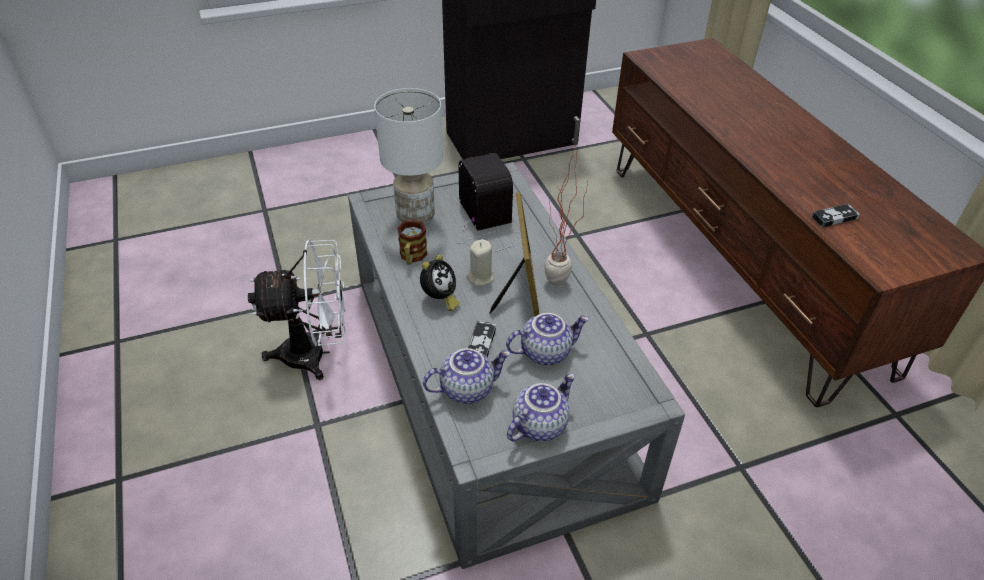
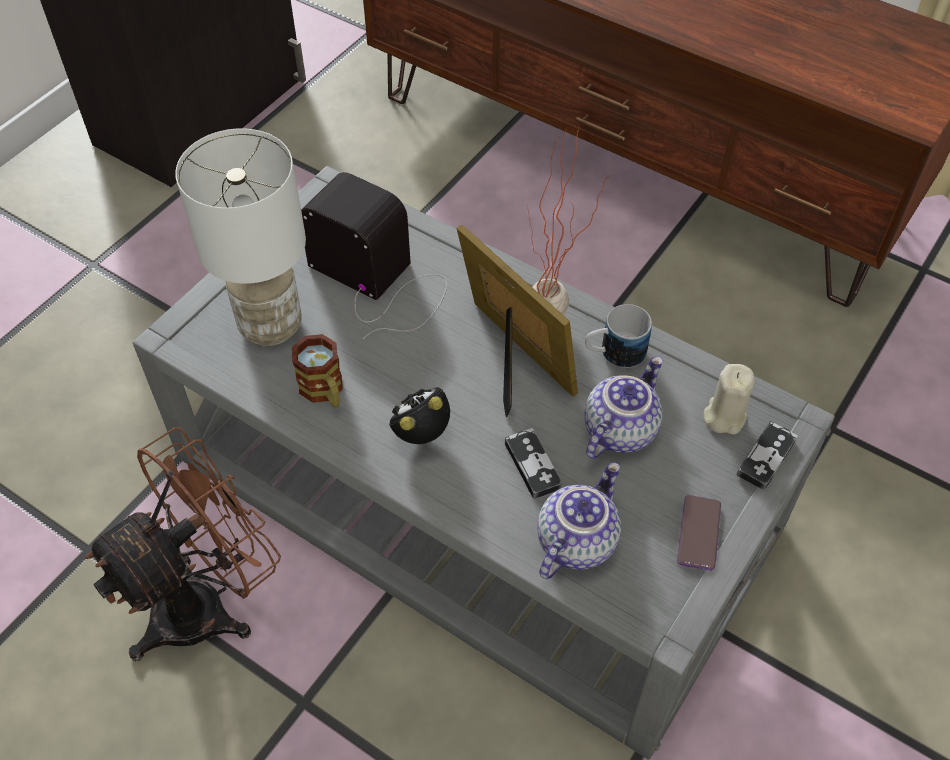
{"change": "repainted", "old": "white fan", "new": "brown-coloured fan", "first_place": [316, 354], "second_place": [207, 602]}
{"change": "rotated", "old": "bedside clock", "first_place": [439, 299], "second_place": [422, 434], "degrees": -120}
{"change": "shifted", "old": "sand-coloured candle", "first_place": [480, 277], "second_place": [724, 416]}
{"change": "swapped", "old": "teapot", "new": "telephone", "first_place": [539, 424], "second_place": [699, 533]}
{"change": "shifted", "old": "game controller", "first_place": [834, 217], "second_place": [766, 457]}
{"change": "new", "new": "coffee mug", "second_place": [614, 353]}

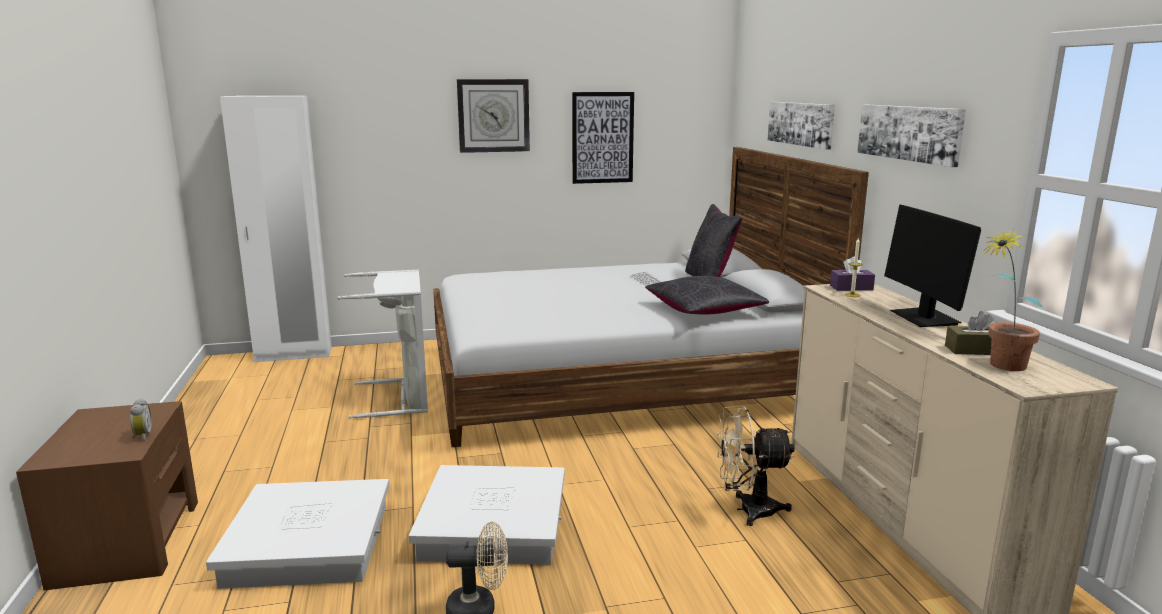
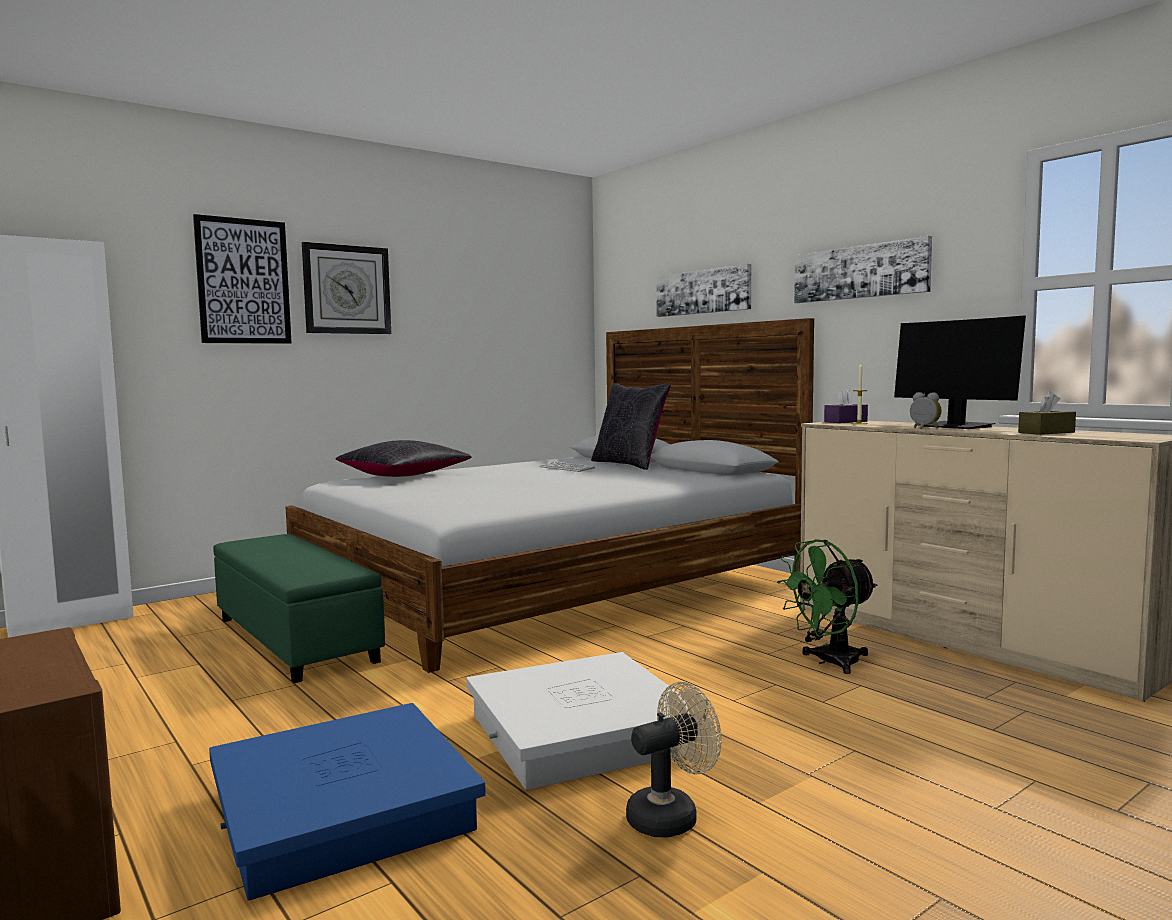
{"change": "shifted", "old": "bedside clock", "first_place": [141, 436], "second_place": [924, 428]}
{"change": "repainted", "old": "white storage box", "new": "blue-coloured storage box", "first_place": [309, 543], "second_place": [342, 809]}
{"change": "swapped", "old": "gray hamper", "new": "green-coloured footrest", "first_place": [402, 397], "second_place": [296, 639]}
{"change": "shifted", "old": "wall picture", "first_place": [602, 138], "second_place": [243, 281]}
{"change": "shifted", "old": "black throw pillow", "first_place": [704, 310], "second_place": [404, 475]}
{"change": "repainted", "old": "sand-coloured fan", "new": "green-coloured fan", "first_place": [748, 510], "second_place": [829, 662]}
{"change": "gone", "old": "houseplant", "first_place": [999, 366]}

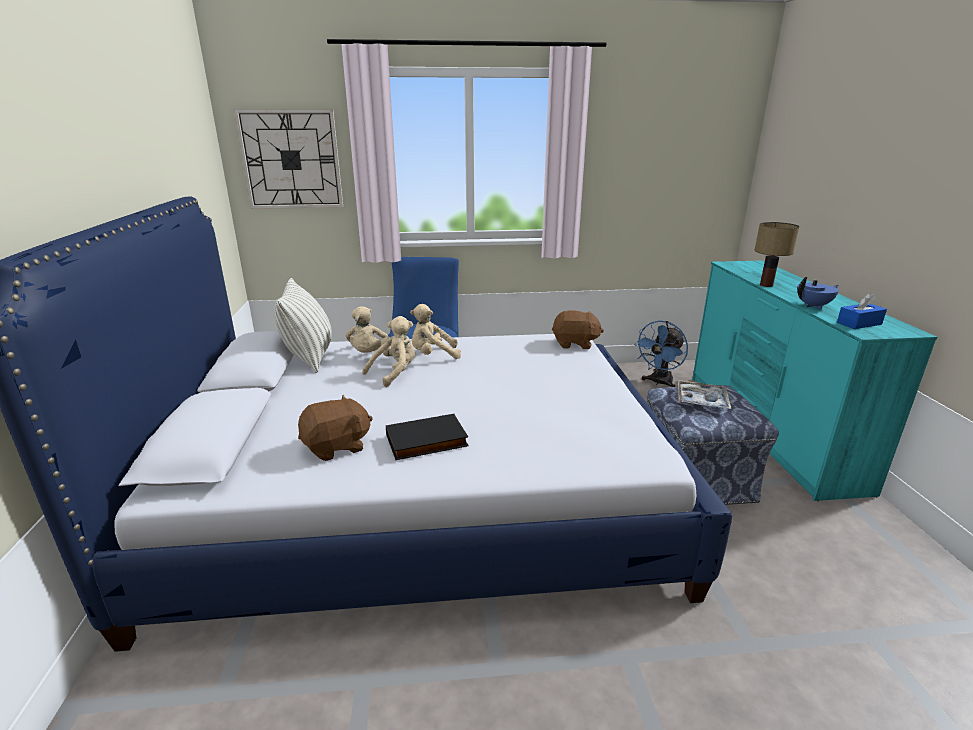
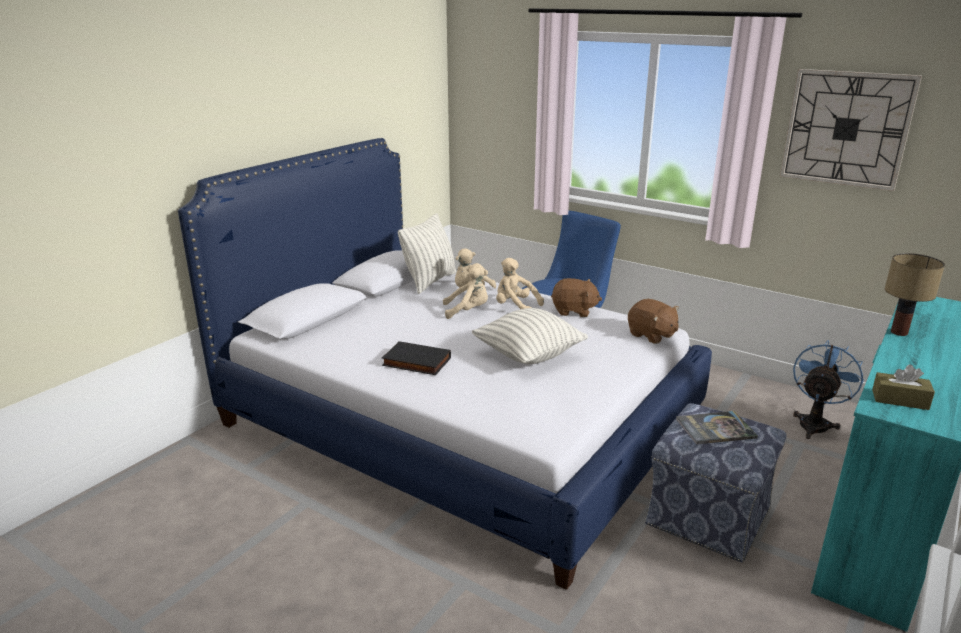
{"change": "shifted", "old": "clock on the wall", "first_place": [291, 160], "second_place": [846, 129]}
{"change": "shifted", "old": "brown-coloured plush toy", "first_place": [337, 447], "second_place": [574, 311]}
{"change": "rotated", "old": "blue-coloured fan", "first_place": [659, 383], "second_place": [815, 423], "degrees": 135}
{"change": "swapped", "old": "tray", "new": "bound book", "first_place": [701, 400], "second_place": [715, 428]}
{"change": "gone", "old": "blue-coloured teapot", "first_place": [814, 306]}
{"change": "repainted", "old": "blue-coloured tissue holder", "new": "brown-coloured tissue holder", "first_place": [859, 323], "second_place": [900, 400]}
{"change": "new", "new": "throw pillow", "second_place": [528, 355]}

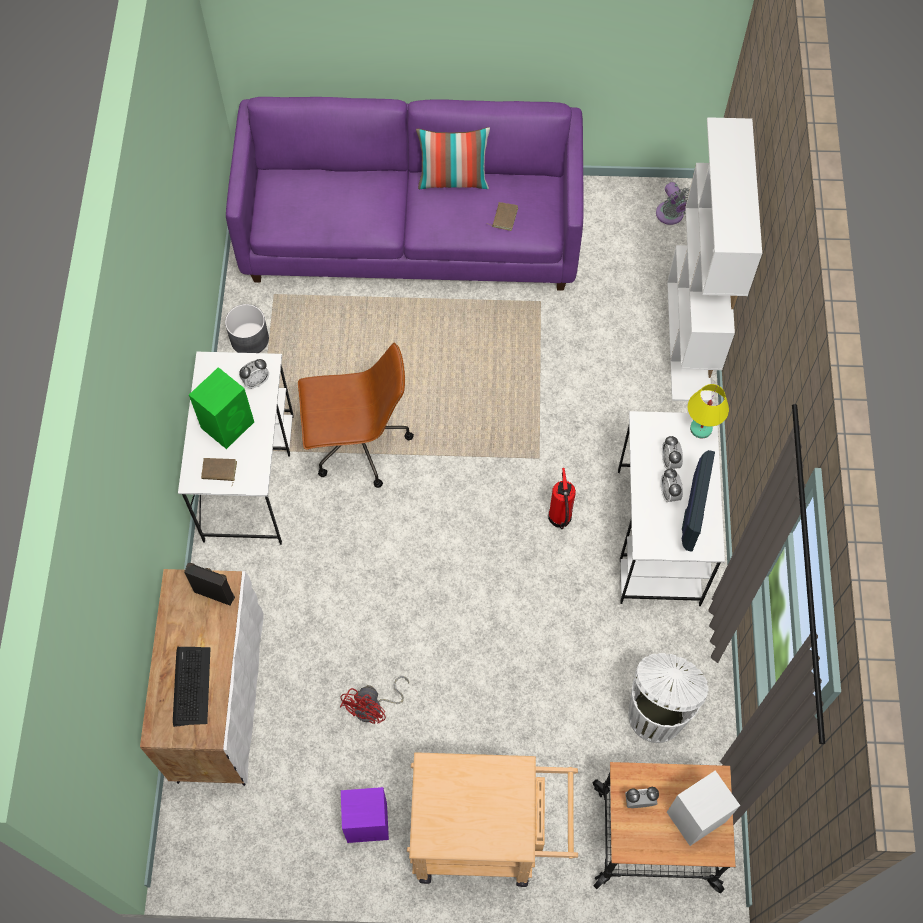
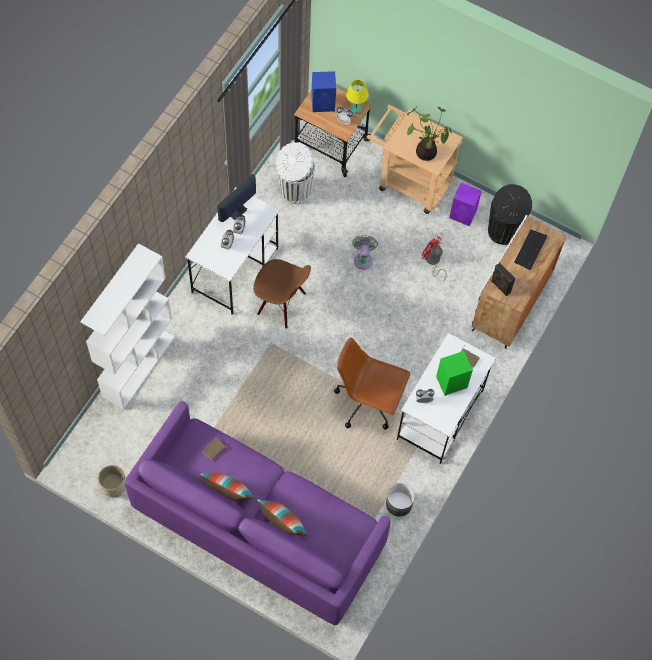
{"change": "rotated", "old": "red-coloured fan", "first_place": [374, 708], "second_place": [432, 262], "degrees": -105}
{"change": "swapped", "old": "fire-fighting cylinder", "new": "brown-coloured upright chair", "first_place": [559, 519], "second_place": [281, 304]}
{"change": "shifted", "old": "gray fan", "first_place": [671, 216], "second_place": [363, 259]}
{"change": "repainted", "old": "white audio speaker", "new": "blue-coloured audio speaker", "first_place": [695, 817], "second_place": [323, 103]}
{"change": "shifted", "old": "yellow-coloured table lamp", "first_place": [700, 428], "second_place": [356, 109]}
{"change": "new", "new": "sand-coloured planter", "second_place": [113, 486]}
{"change": "new", "new": "throw pillow", "second_place": [282, 525]}
{"change": "new", "new": "houseplant", "second_place": [426, 151]}
{"change": "new", "new": "black trash can", "second_place": [503, 232]}

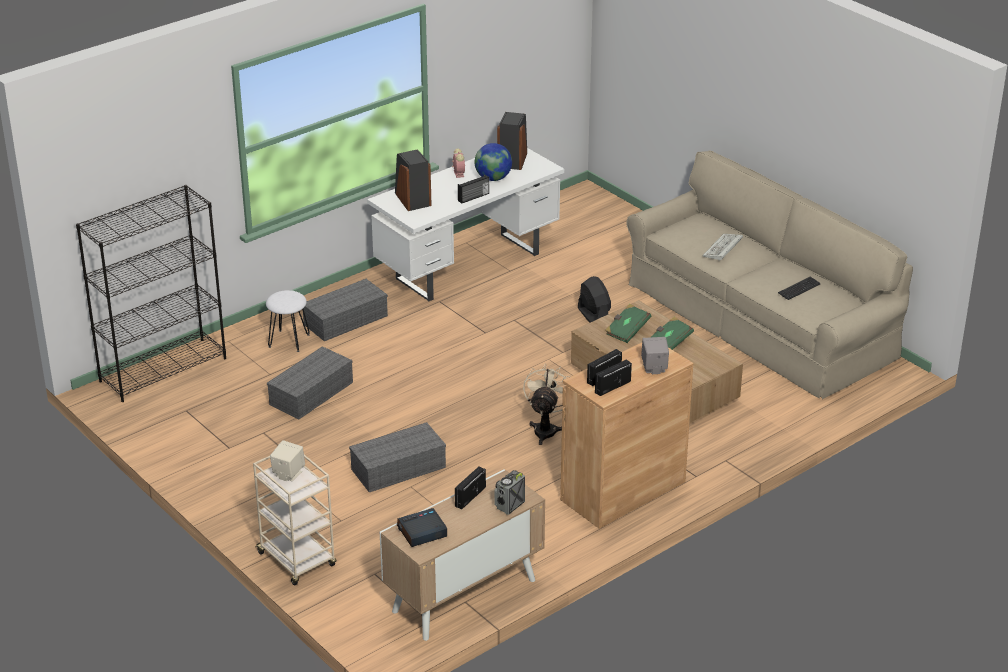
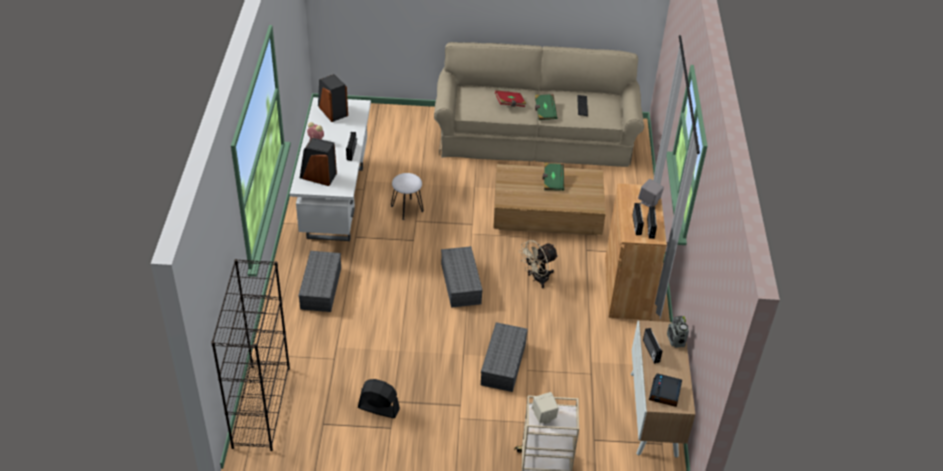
{"change": "shifted", "old": "white stool", "first_place": [288, 341], "second_place": [407, 209]}
{"change": "shifted", "old": "gray storage box", "first_place": [311, 394], "second_place": [461, 284]}
{"change": "gone", "old": "globe", "first_place": [493, 178]}
{"change": "rotated", "old": "sand-coloured fan", "first_place": [546, 429], "second_place": [537, 279], "degrees": -90}
{"change": "shifted", "old": "black fan", "first_place": [593, 317], "second_place": [378, 408]}
{"change": "shifted", "old": "green-coloured bound book", "first_place": [627, 331], "second_place": [544, 112]}
{"change": "swapped", "old": "keyboard", "new": "red-coloured bound book", "first_place": [722, 249], "second_place": [510, 104]}

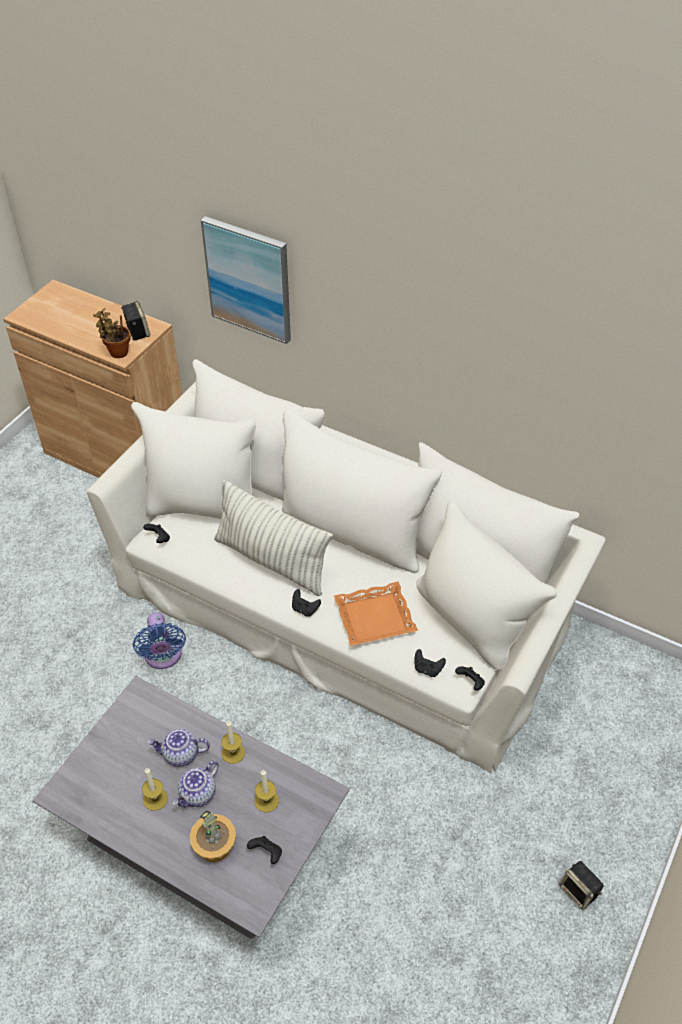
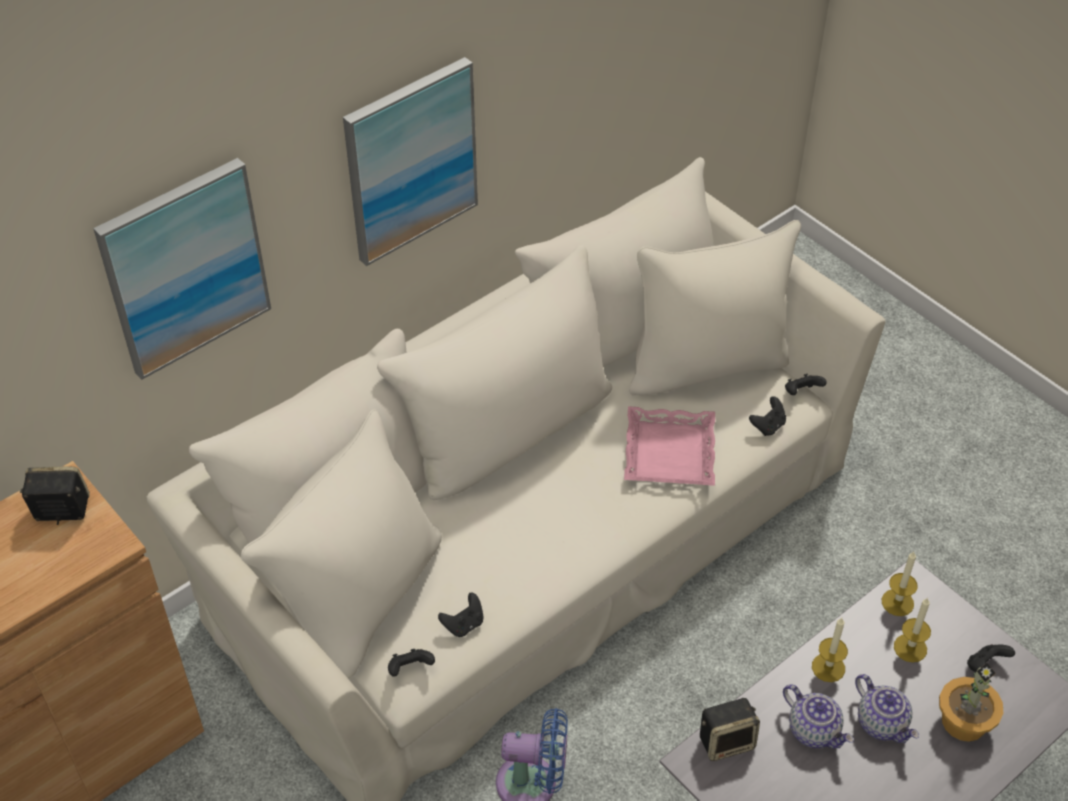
{"change": "gone", "old": "houseplant", "first_place": [117, 352]}
{"change": "shifted", "old": "candle", "first_place": [155, 799], "second_place": [897, 602]}
{"change": "rotated", "old": "teapot", "first_place": [180, 755], "second_place": [814, 730], "degrees": -60}
{"change": "gone", "old": "throw pillow", "first_place": [272, 560]}
{"change": "shifted", "old": "black game controller", "first_place": [305, 609], "second_place": [463, 624]}
{"change": "repainted", "old": "orangey tray", "new": "pinkish tray", "first_place": [374, 617], "second_place": [668, 453]}
{"change": "shifted", "old": "audio speaker", "first_place": [579, 892], "second_place": [727, 741]}
{"change": "new", "new": "wall picture", "second_place": [410, 160]}

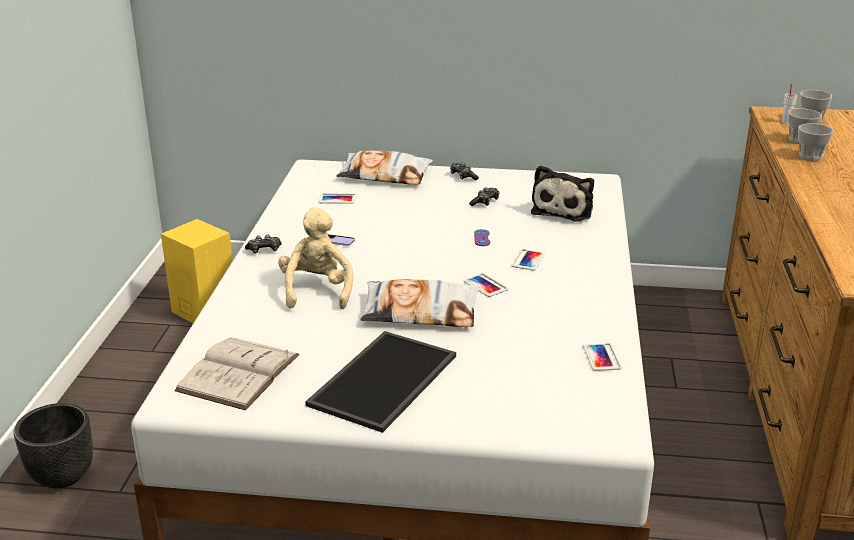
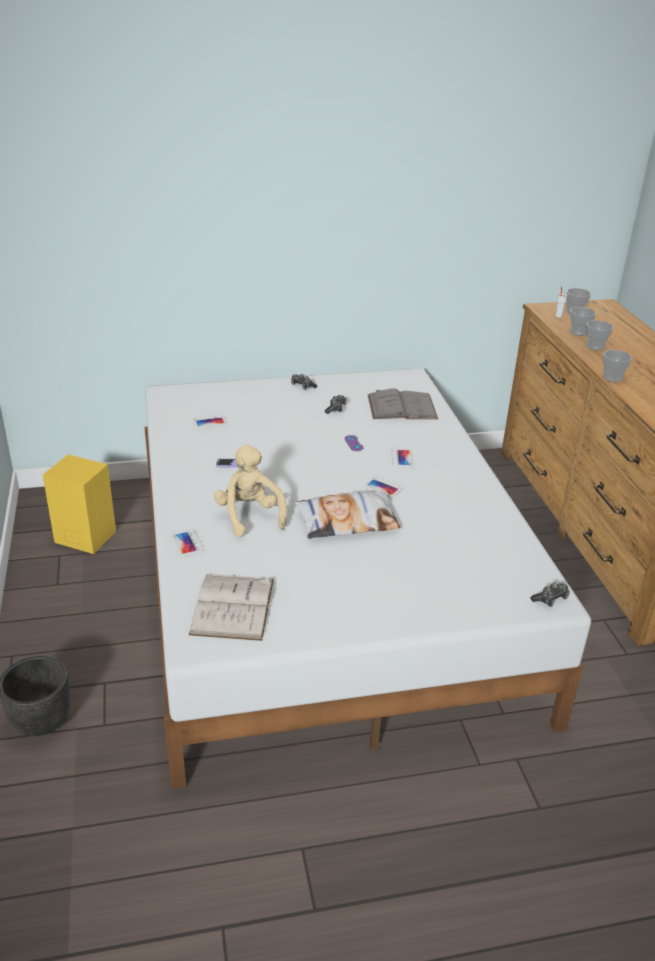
{"change": "shifted", "old": "game controller", "first_place": [264, 250], "second_place": [550, 599]}
{"change": "gone", "old": "tray", "first_place": [385, 381]}
{"change": "gone", "old": "throw pillow", "first_place": [385, 175]}
{"change": "swapped", "old": "plush toy", "new": "gray bound book", "first_place": [564, 209], "second_place": [402, 407]}
{"change": "shifted", "old": "telephone", "first_place": [601, 357], "second_place": [187, 543]}
{"change": "new", "new": "small cup", "second_place": [612, 378]}

